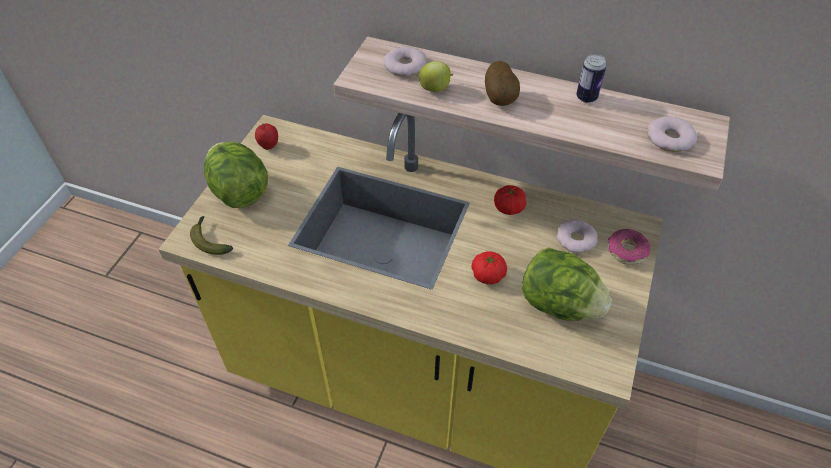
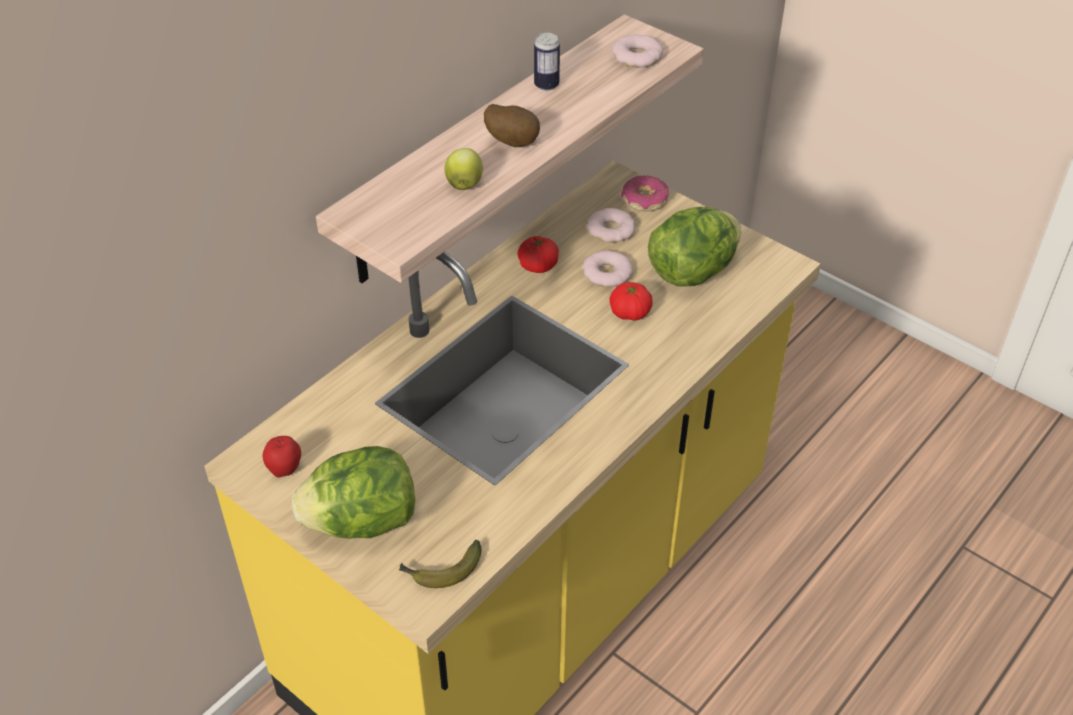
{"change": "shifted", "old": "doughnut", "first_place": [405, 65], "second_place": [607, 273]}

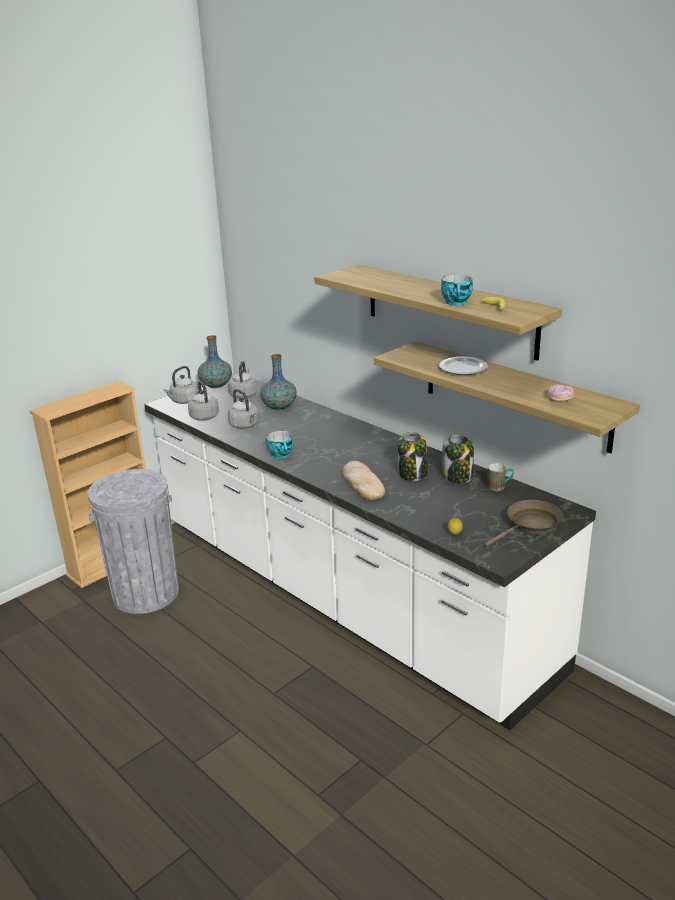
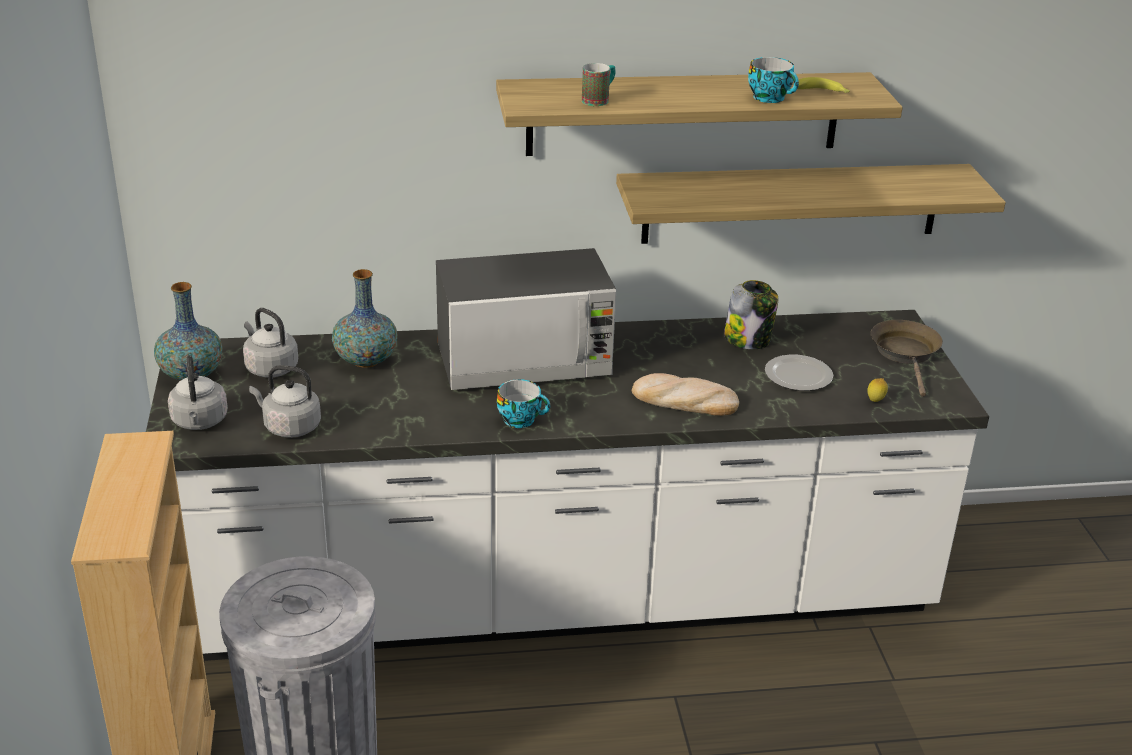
{"change": "gone", "old": "gray tea kettle", "first_place": [245, 425]}
{"change": "gone", "old": "preserve jar", "first_place": [413, 474]}
{"change": "shifted", "old": "dinner plate", "first_place": [464, 368], "second_place": [799, 375]}
{"change": "shifted", "old": "coffee mug", "first_place": [499, 487], "second_place": [599, 100]}
{"change": "gone", "old": "doughnut", "first_place": [560, 398]}
{"change": "new", "new": "kitchen microwave", "second_place": [525, 361]}

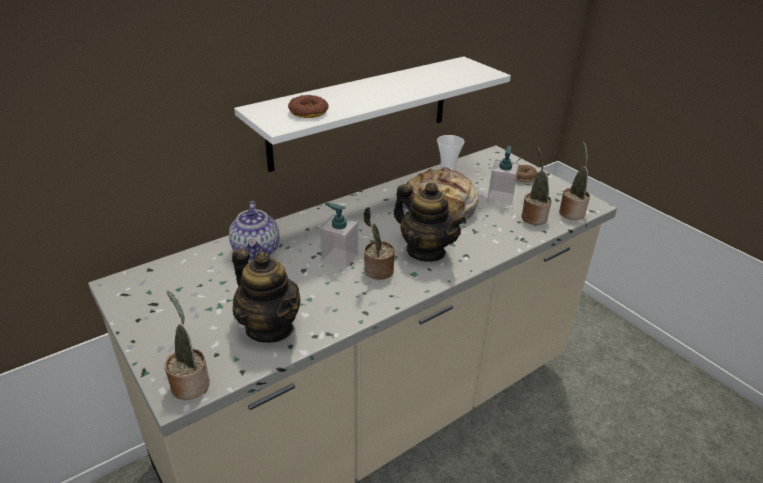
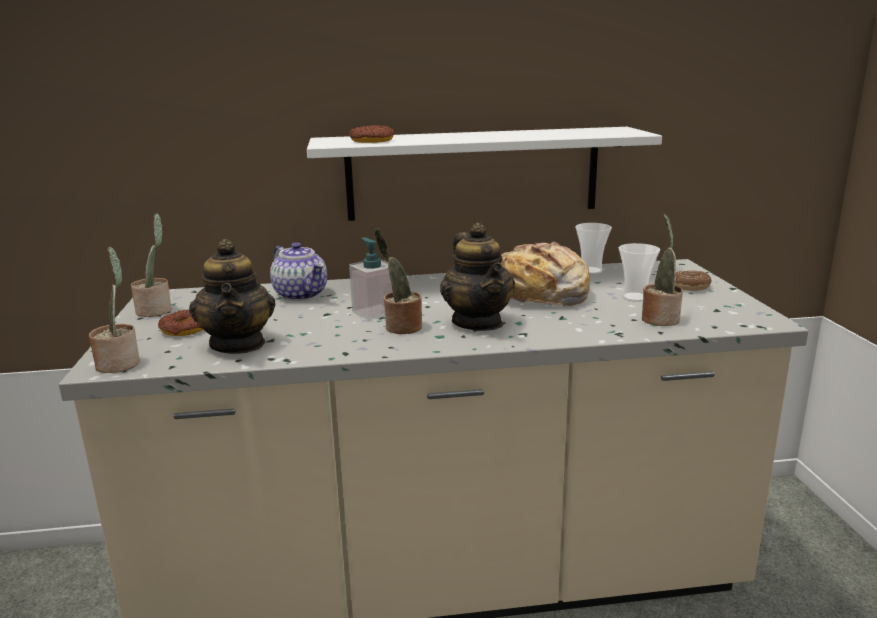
{"change": "rotated", "old": "teapot", "first_place": [257, 250], "second_place": [301, 294], "degrees": -60}
{"change": "swapped", "old": "soap dispenser", "new": "small cup", "first_place": [500, 197], "second_place": [635, 297]}
{"change": "shifted", "old": "houseplant", "first_place": [571, 212], "second_place": [156, 310]}
{"change": "new", "new": "doughnut", "second_place": [185, 329]}

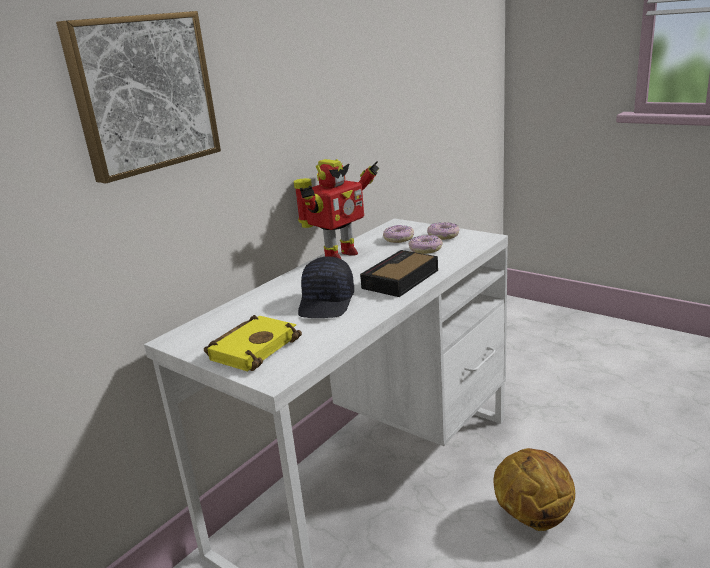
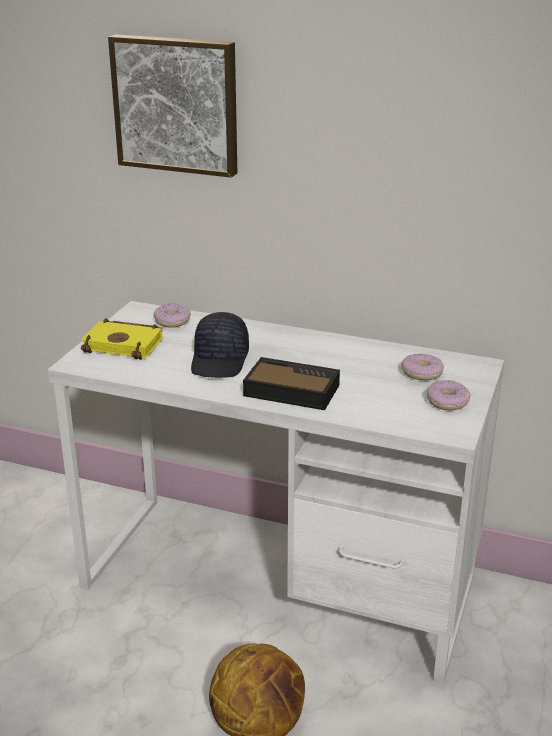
{"change": "gone", "old": "robot figure", "first_place": [338, 256]}
{"change": "rotated", "old": "black cap", "first_place": [327, 303], "second_place": [220, 361], "degrees": -75}
{"change": "shifted", "old": "doughnut", "first_place": [425, 249], "second_place": [172, 321]}

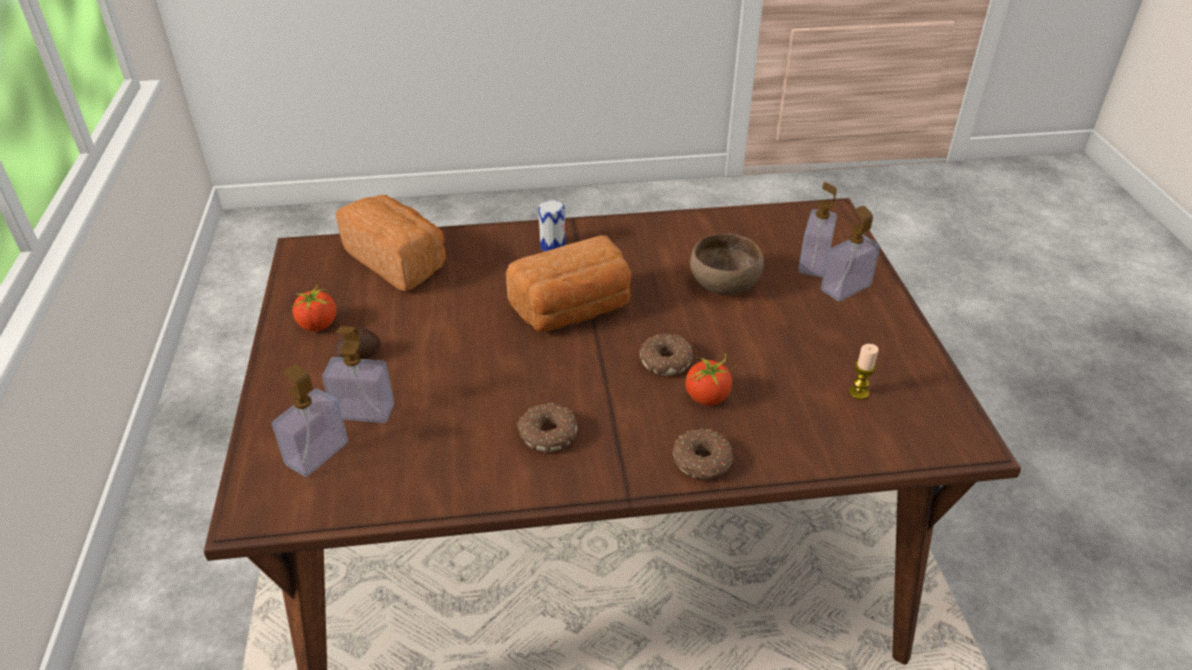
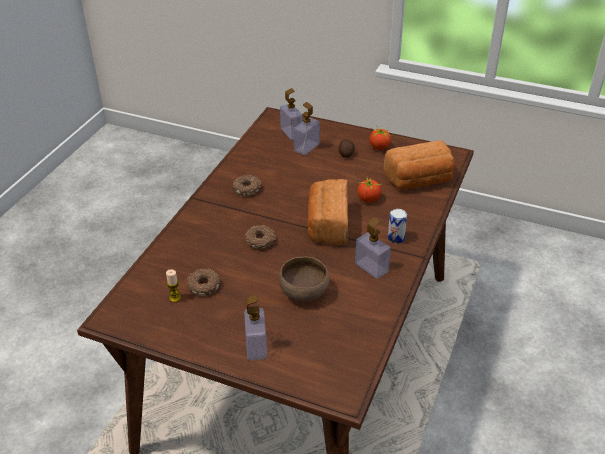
{"change": "shifted", "old": "doughnut", "first_place": [702, 462], "second_place": [203, 285]}
{"change": "shifted", "old": "fresh tomato", "first_place": [707, 397], "second_place": [369, 199]}
{"change": "shifted", "old": "soap dispenser", "first_place": [813, 263], "second_place": [371, 267]}

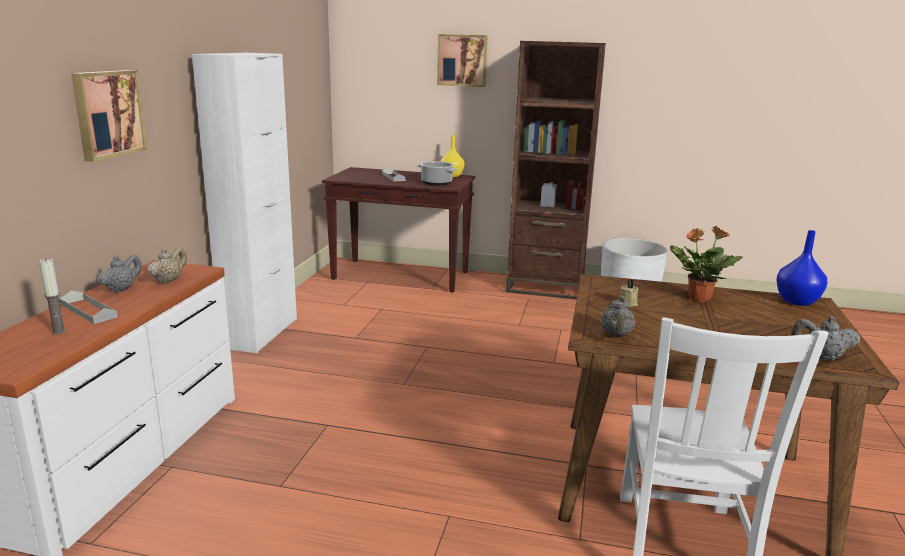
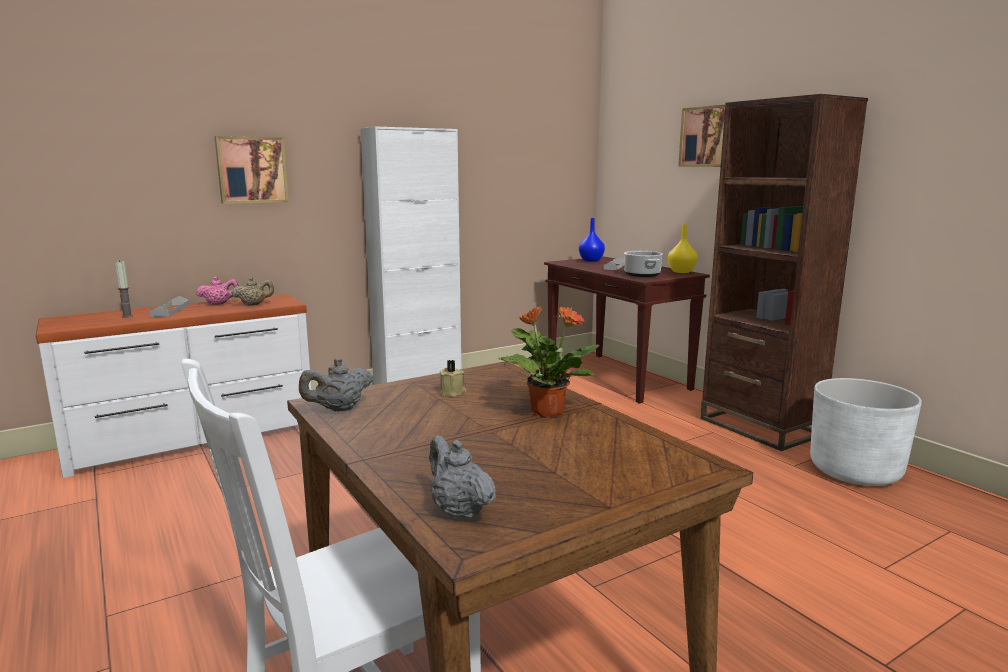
{"change": "repainted", "old": "gray teapot", "new": "pinkish teapot", "first_place": [122, 289], "second_place": [219, 304]}
{"change": "shifted", "old": "blue-coloured flower vase", "first_place": [798, 302], "second_place": [591, 261]}

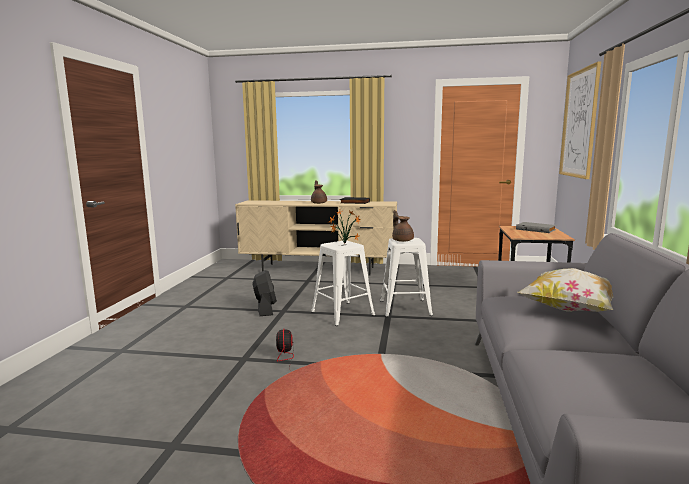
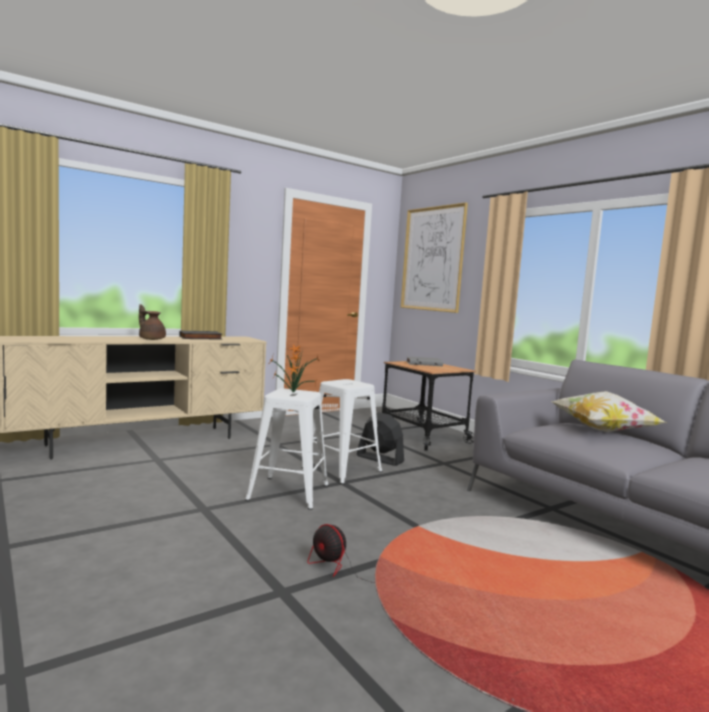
{"change": "shifted", "old": "black fan", "first_place": [265, 309], "second_place": [379, 459]}
{"change": "gone", "old": "brown-coloured teapot", "first_place": [402, 240]}

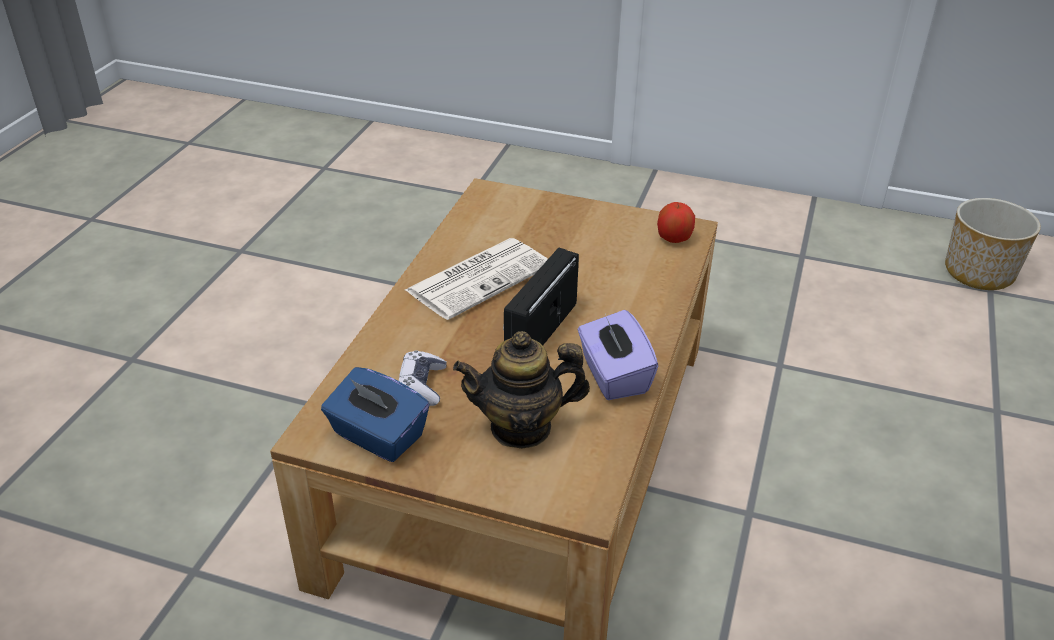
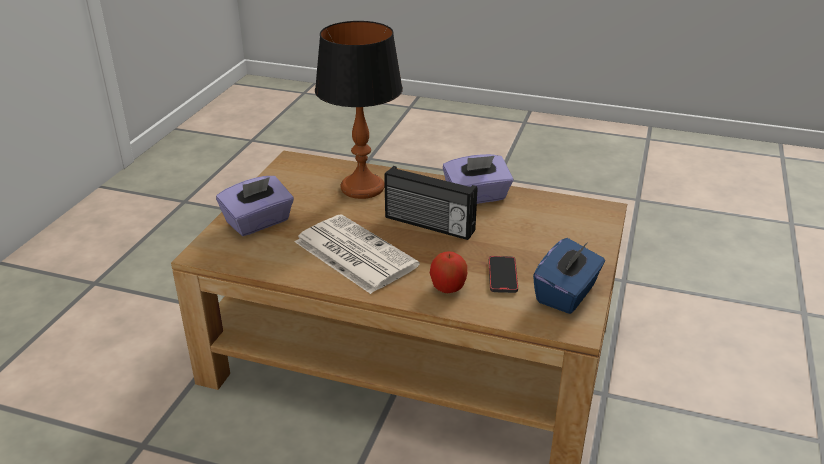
{"change": "swapped", "old": "game controller", "new": "telephone", "first_place": [422, 385], "second_place": [502, 276]}
{"change": "gone", "old": "teapot", "first_place": [521, 427]}
{"change": "shifted", "old": "whole apple", "first_place": [673, 239], "second_place": [448, 288]}
{"change": "gone", "old": "planter", "first_place": [978, 272]}
{"change": "new", "new": "purple-coloured tissue holder", "second_place": [258, 222]}
{"change": "new", "new": "table lamp", "second_place": [361, 188]}

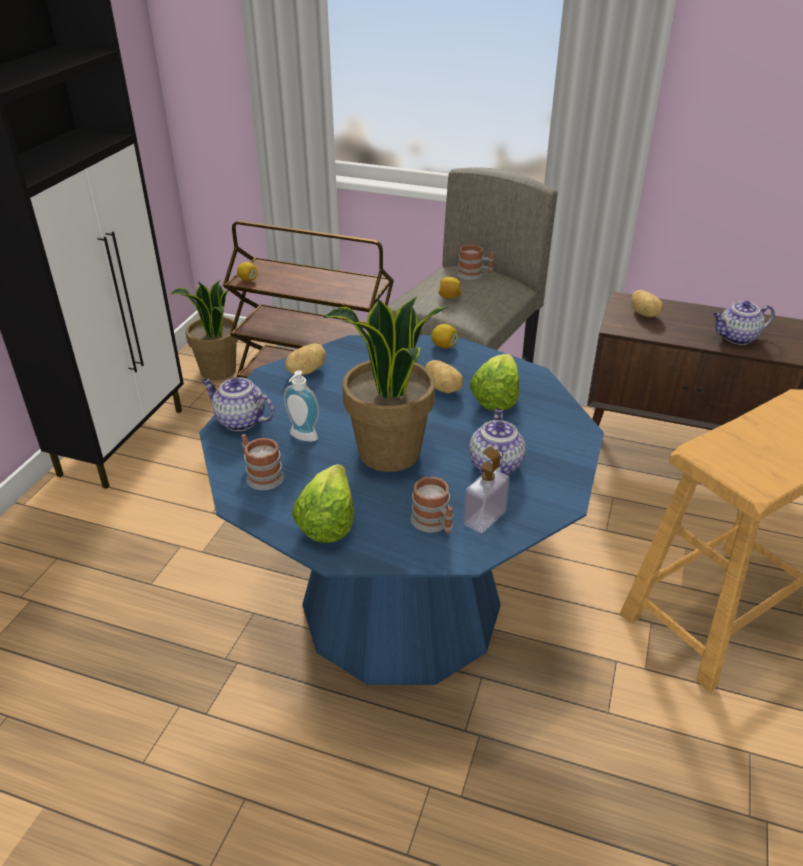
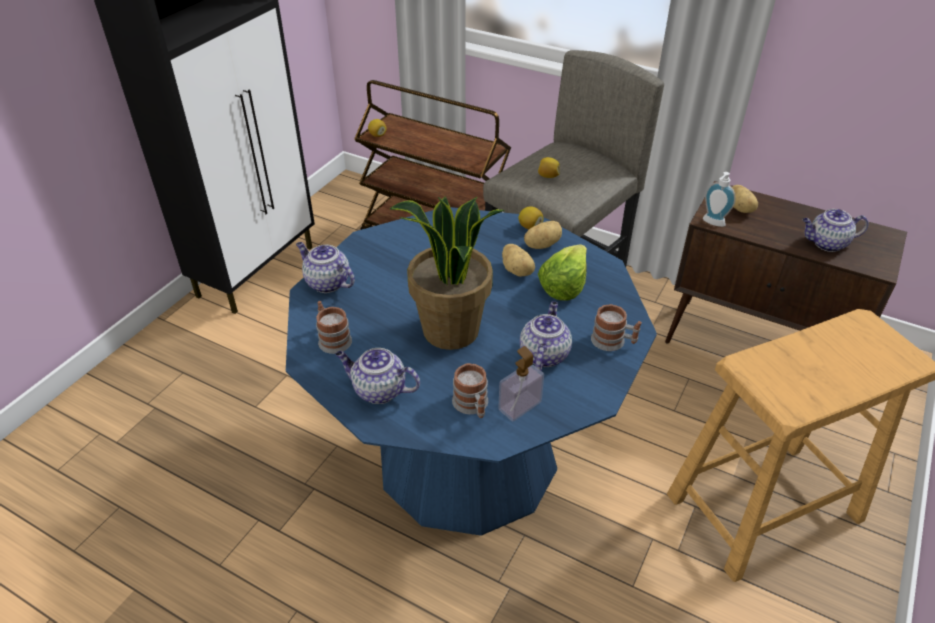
{"change": "gone", "old": "houseplant", "first_place": [218, 371]}
{"change": "shifted", "old": "soap dispenser", "first_place": [302, 438], "second_place": [712, 223]}
{"change": "shifted", "old": "whole potato", "first_place": [306, 371], "second_place": [541, 245]}
{"change": "swapped", "old": "lettuce", "new": "teapot", "first_place": [327, 521], "second_place": [378, 390]}
{"change": "shifted", "old": "coffee mug", "first_place": [474, 275], "second_place": [613, 341]}

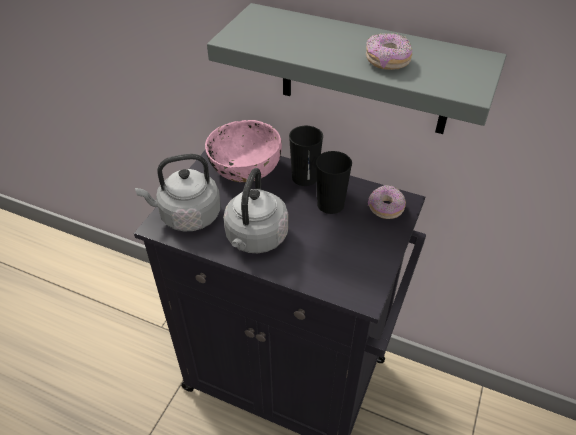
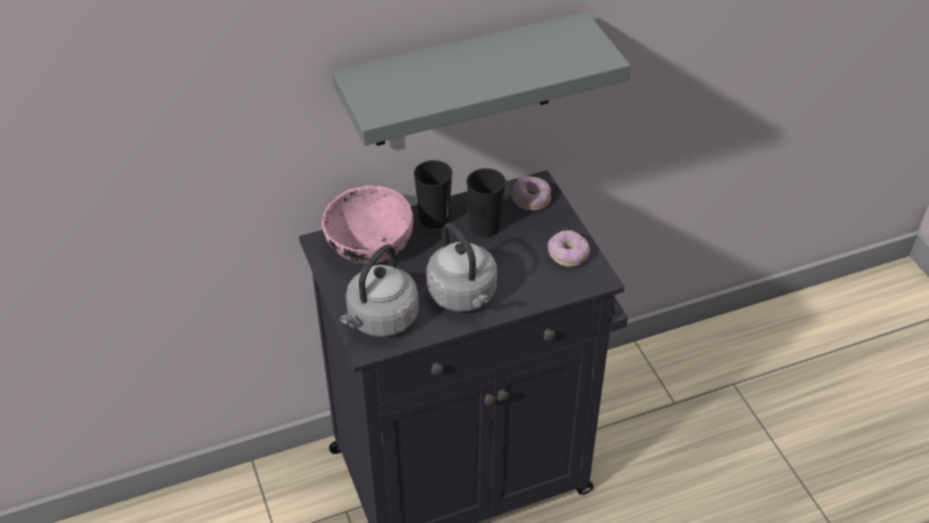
{"change": "shifted", "old": "doughnut", "first_place": [387, 61], "second_place": [568, 256]}

